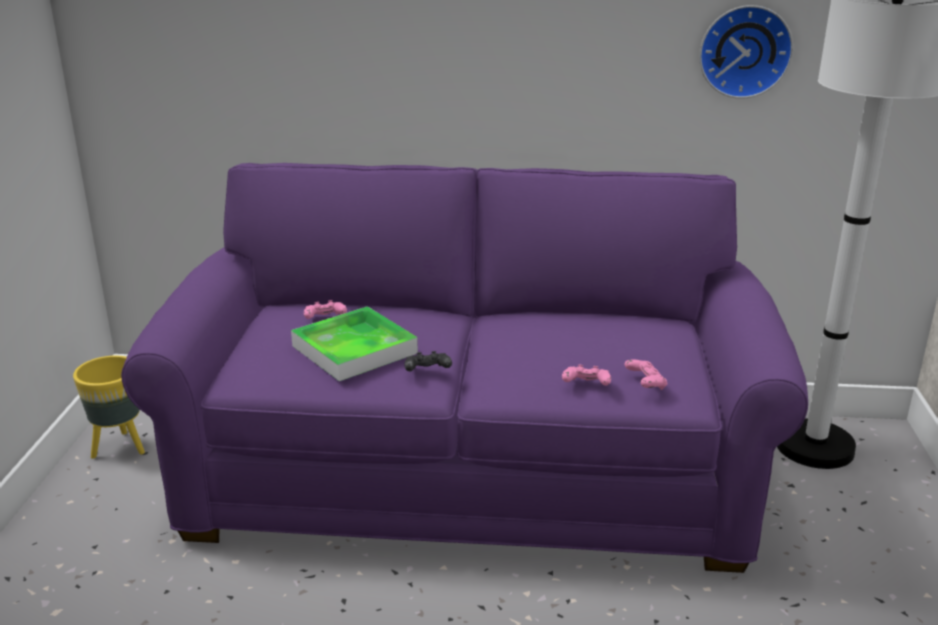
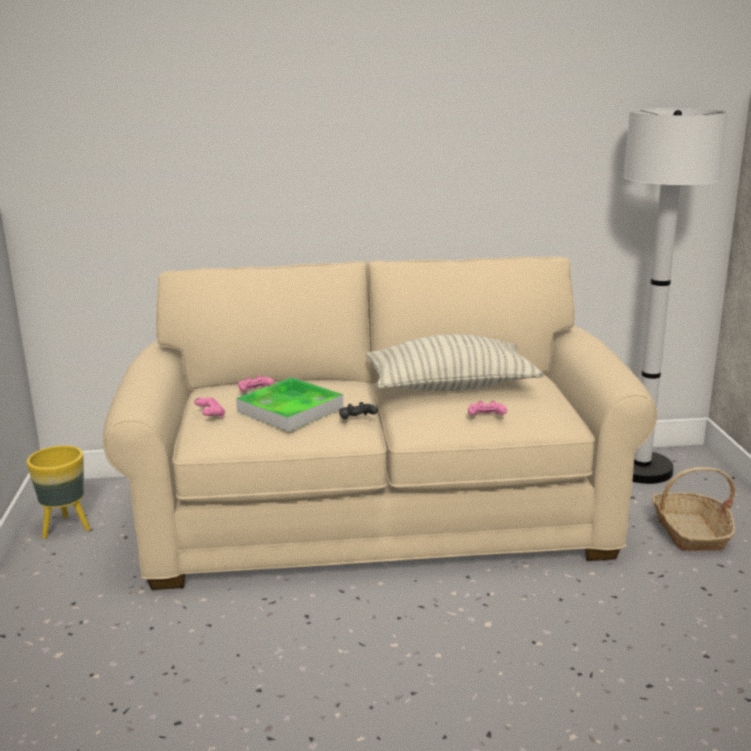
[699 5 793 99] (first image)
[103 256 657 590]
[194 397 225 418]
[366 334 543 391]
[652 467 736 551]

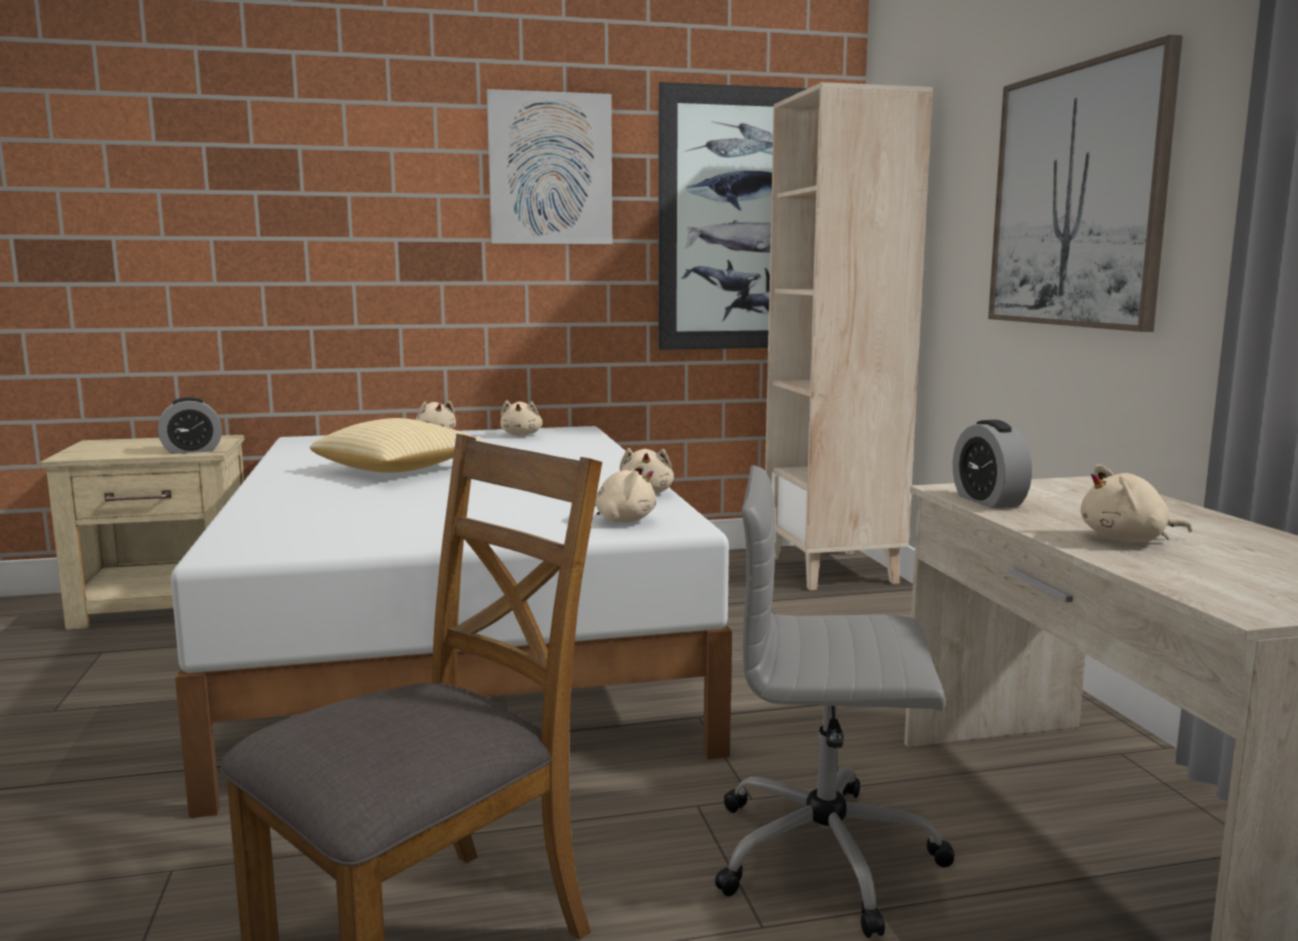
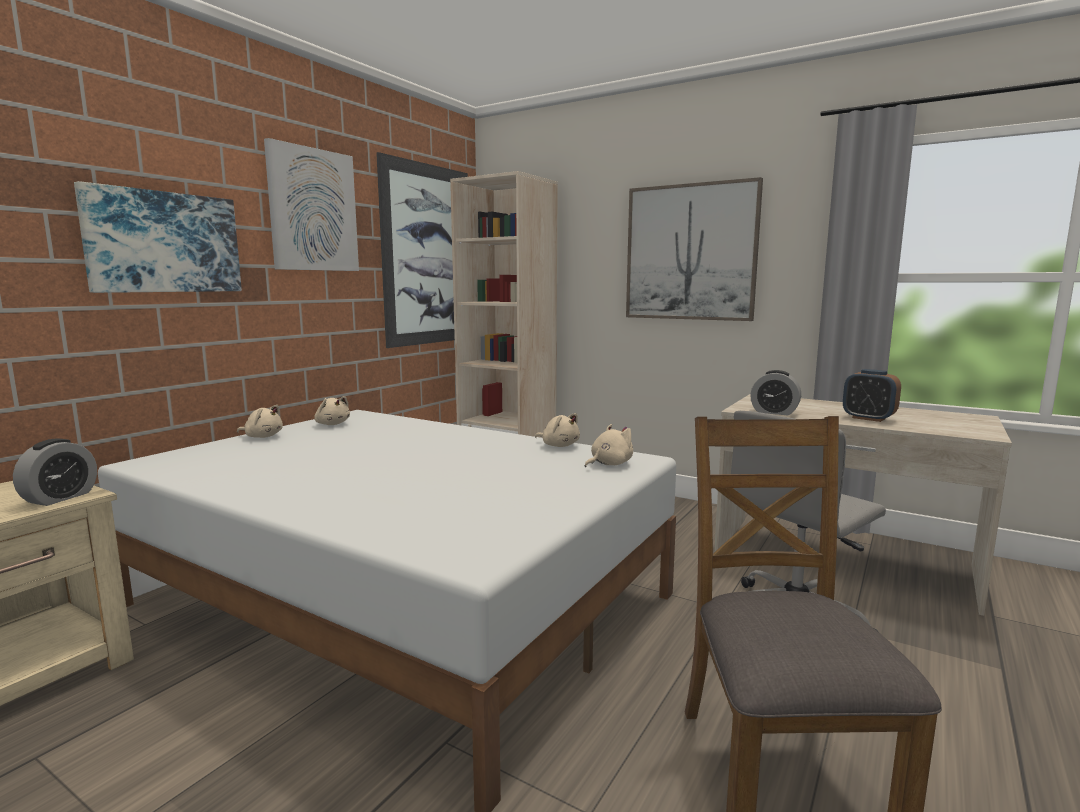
[310 418 484 473] (first image)
[843 369 901 422]
[74 181 242 293]

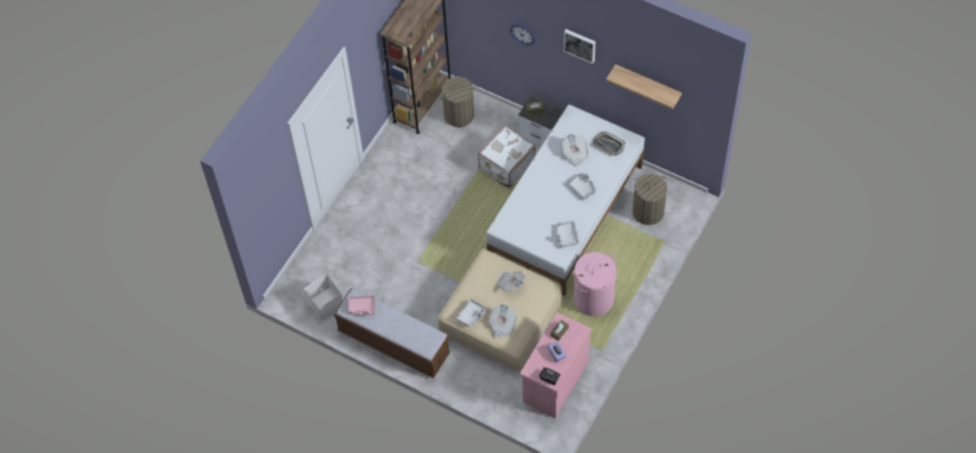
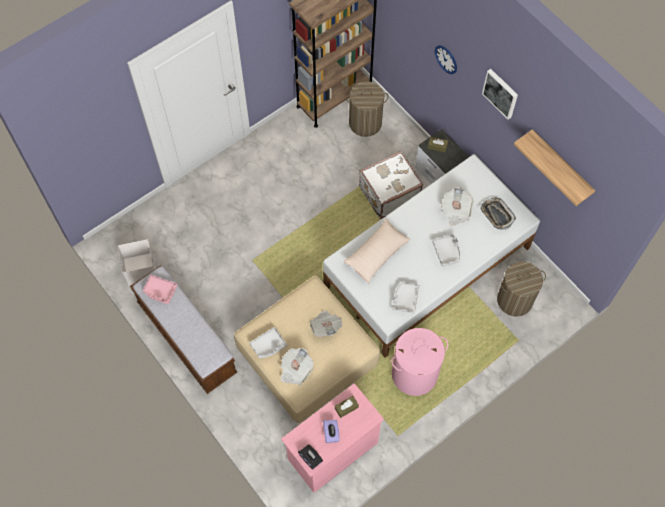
[344 218 411 283]

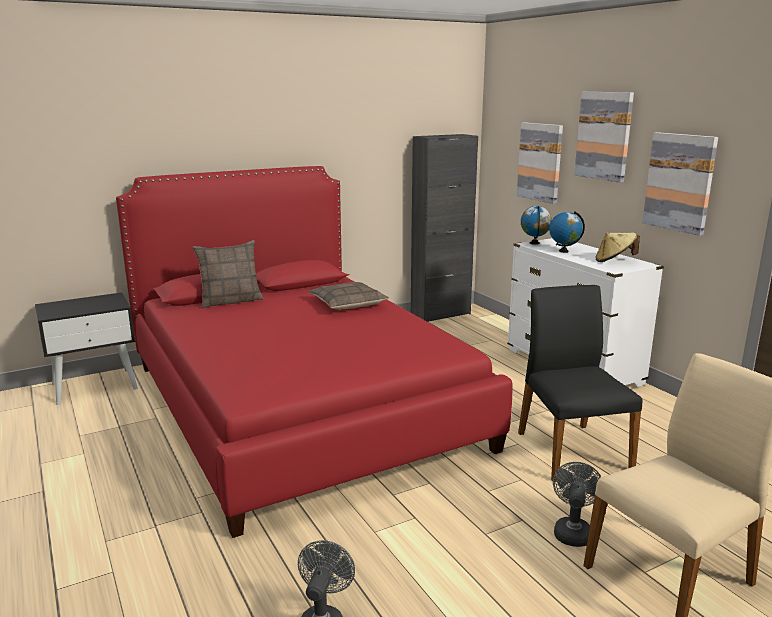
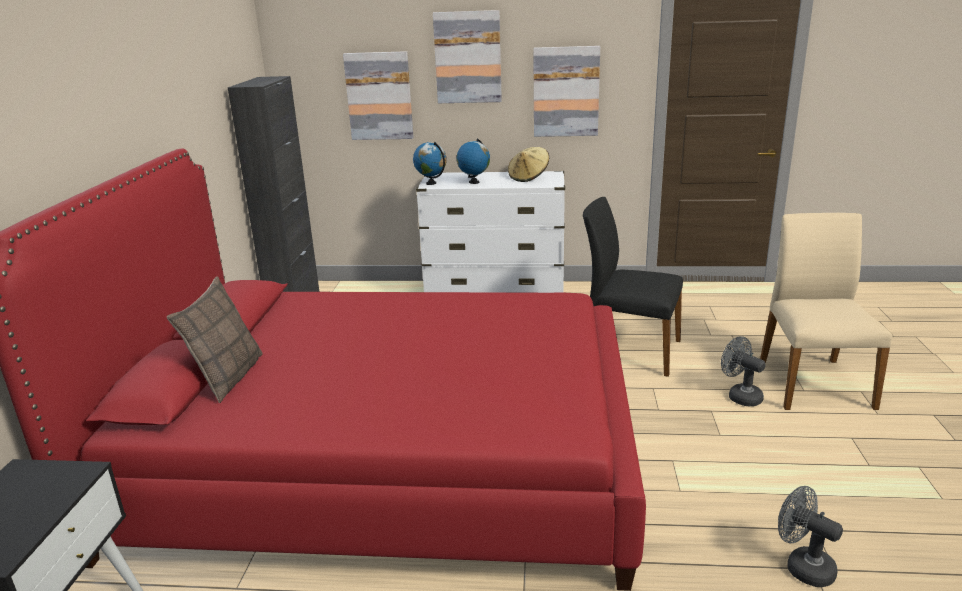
[308 282 389 310] (first image)

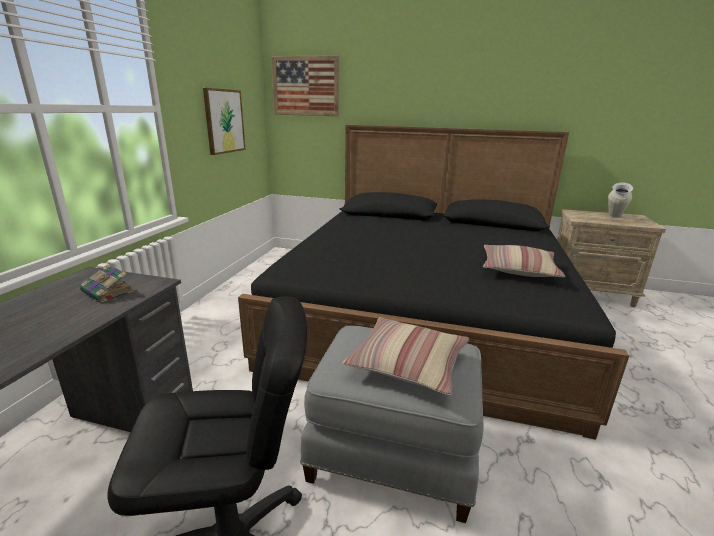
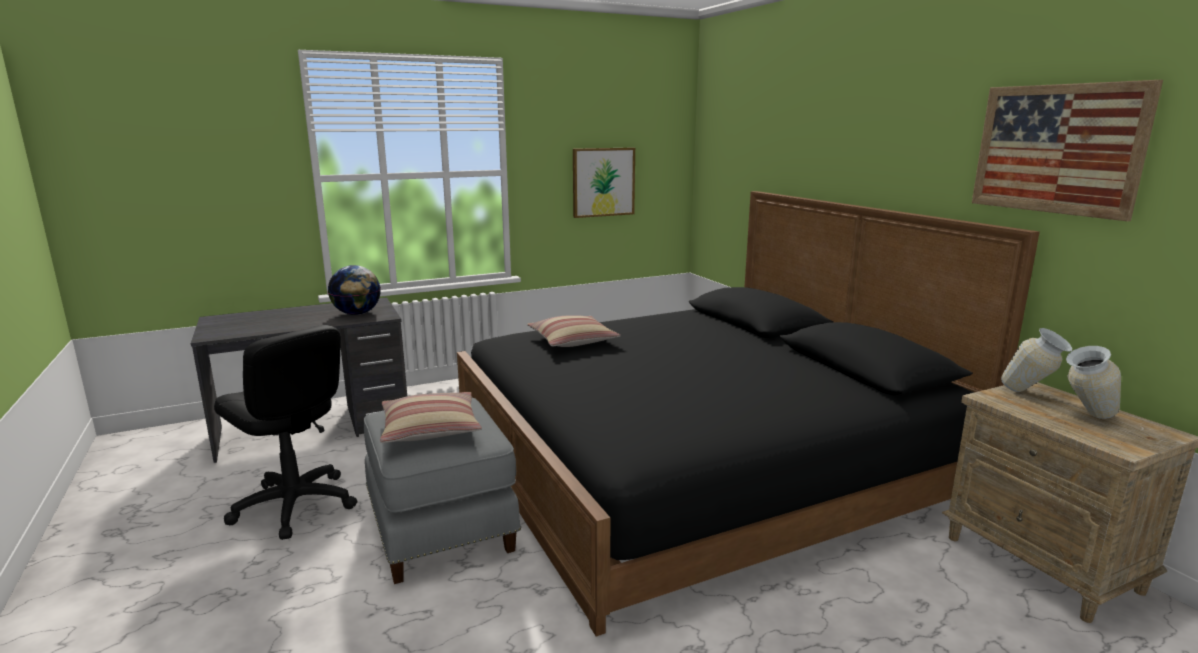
[972 80 1163 221]
[527 315 621 347]
[328 265 381 315]
[1001 328 1072 392]

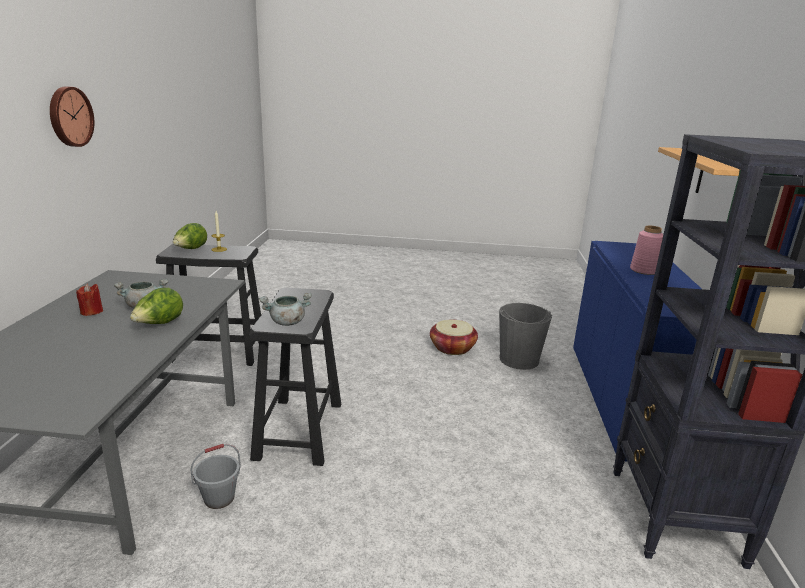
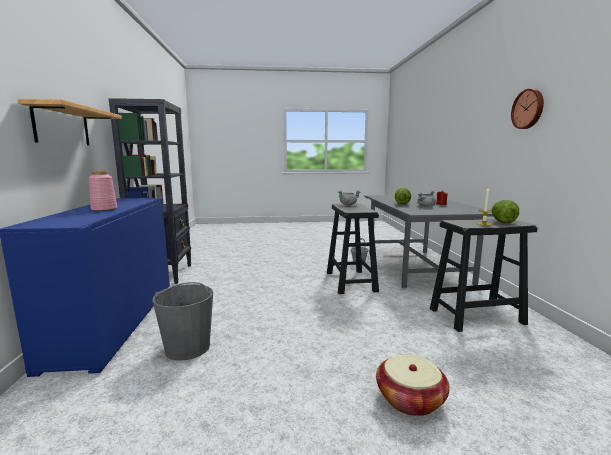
[376 354 450 416]

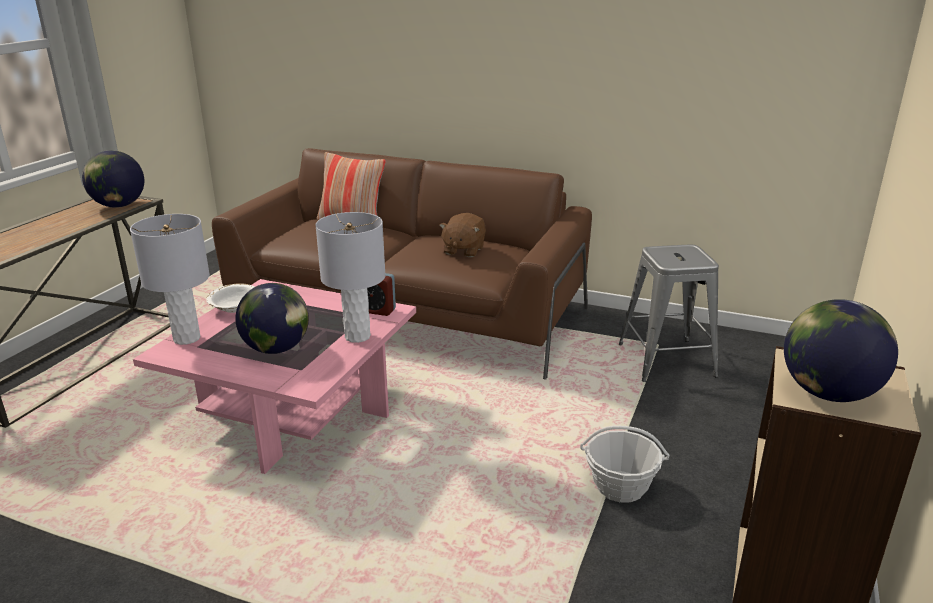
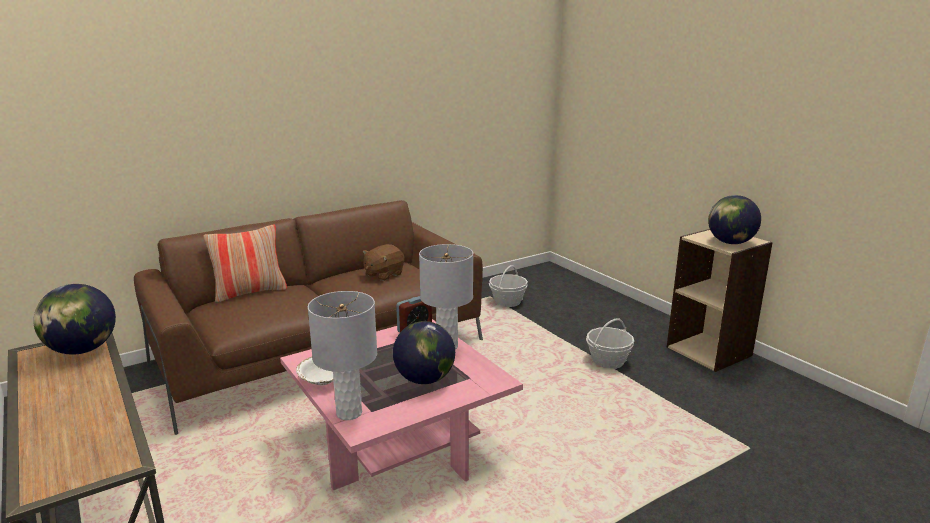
[363 244 404 281]
[489 265 528 307]

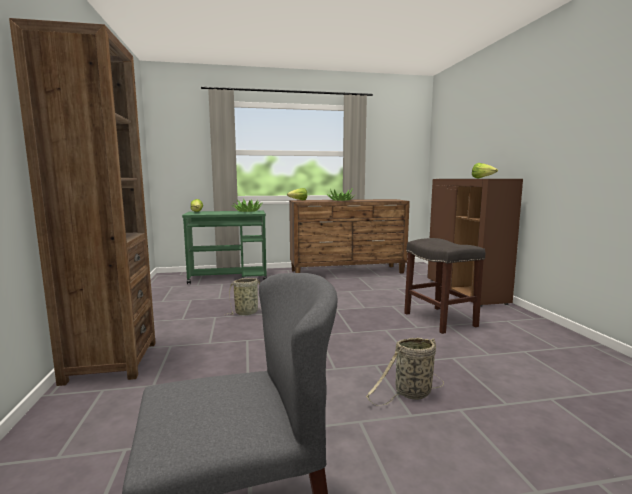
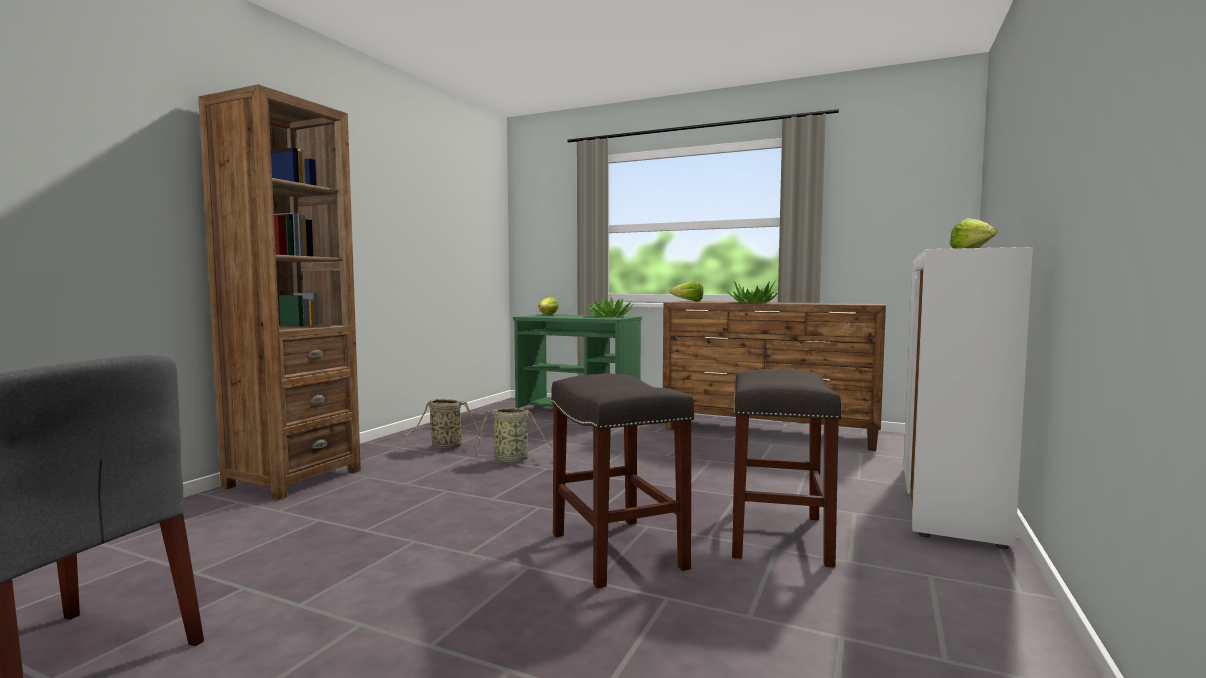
[903 247 1033 549]
[402 399 480 450]
[551 374 694 589]

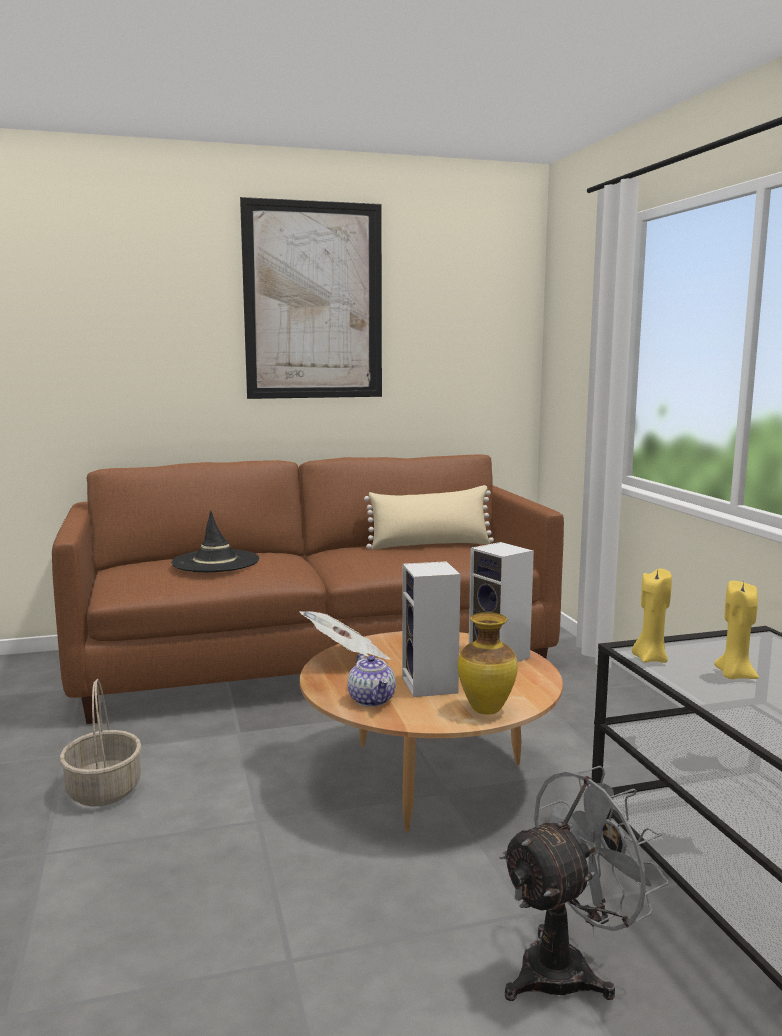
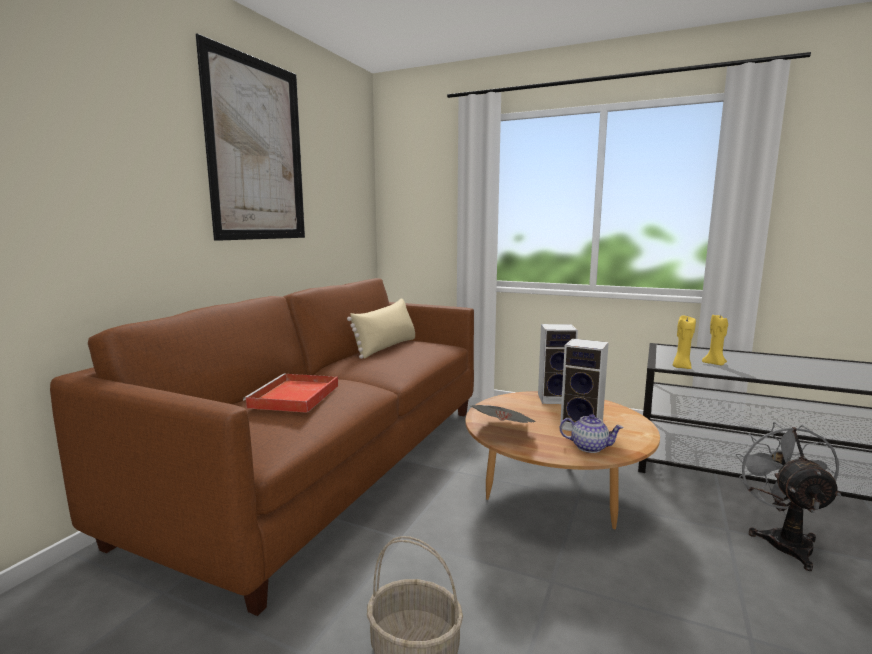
[243 373 338 413]
[458 612 518 715] (first image)

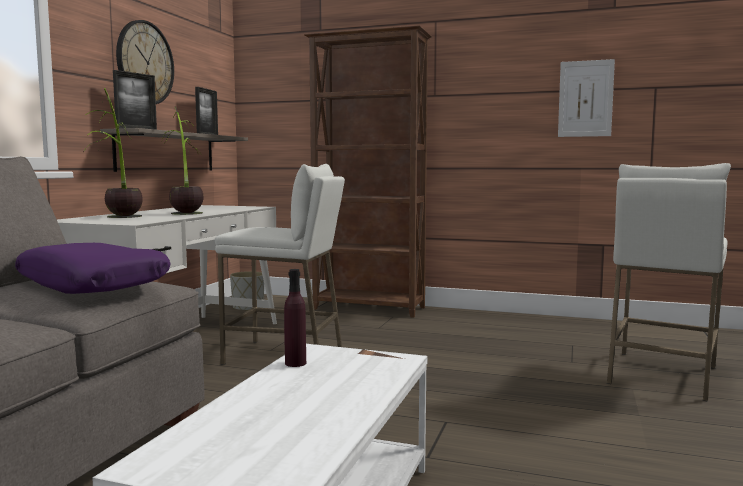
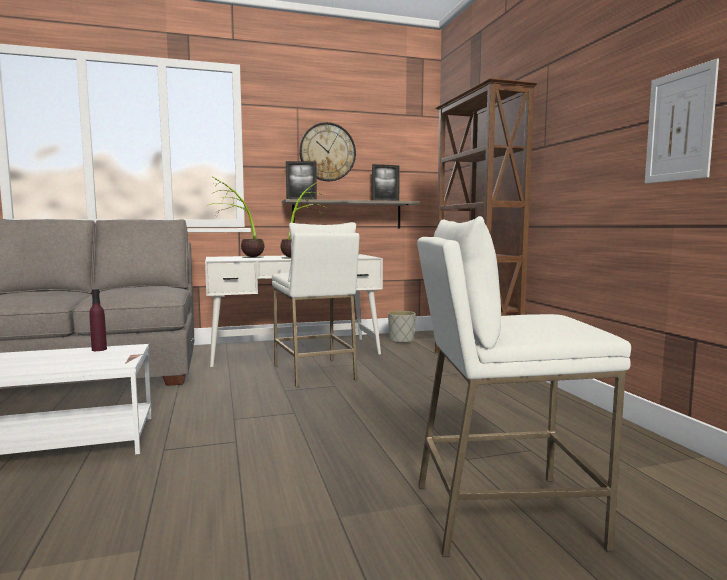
[15 243 171 294] (first image)

